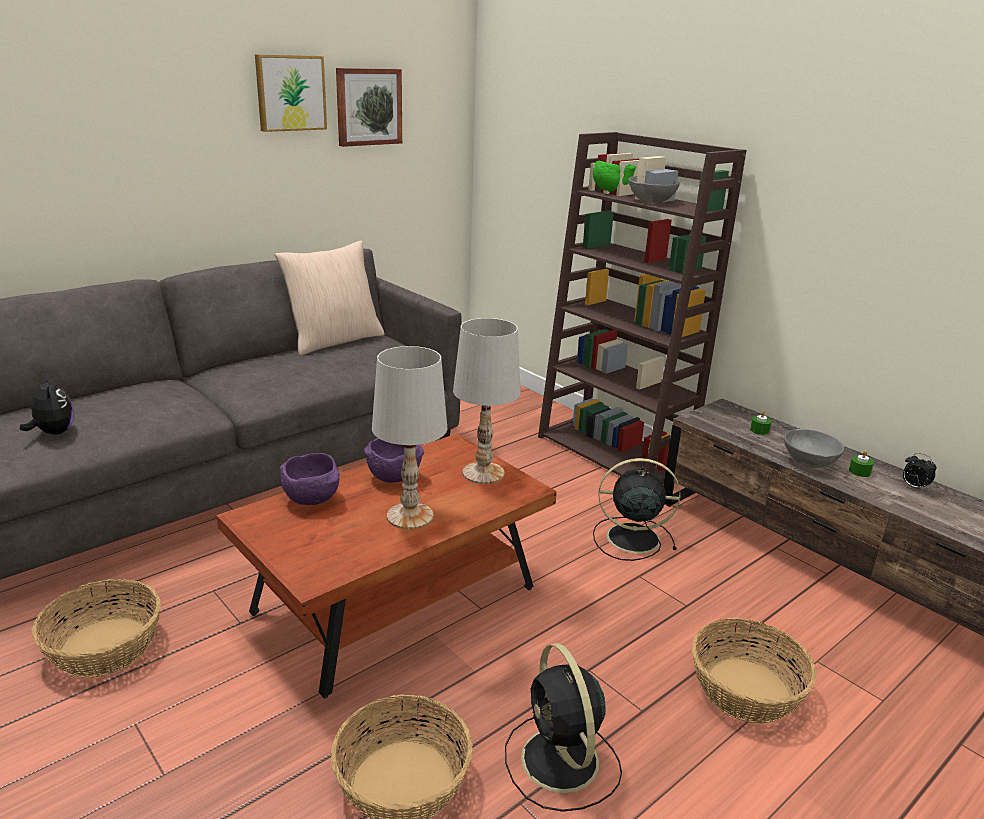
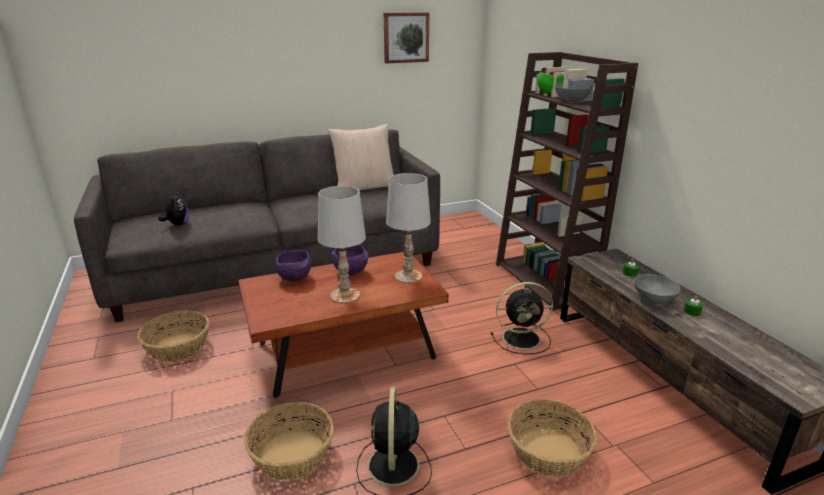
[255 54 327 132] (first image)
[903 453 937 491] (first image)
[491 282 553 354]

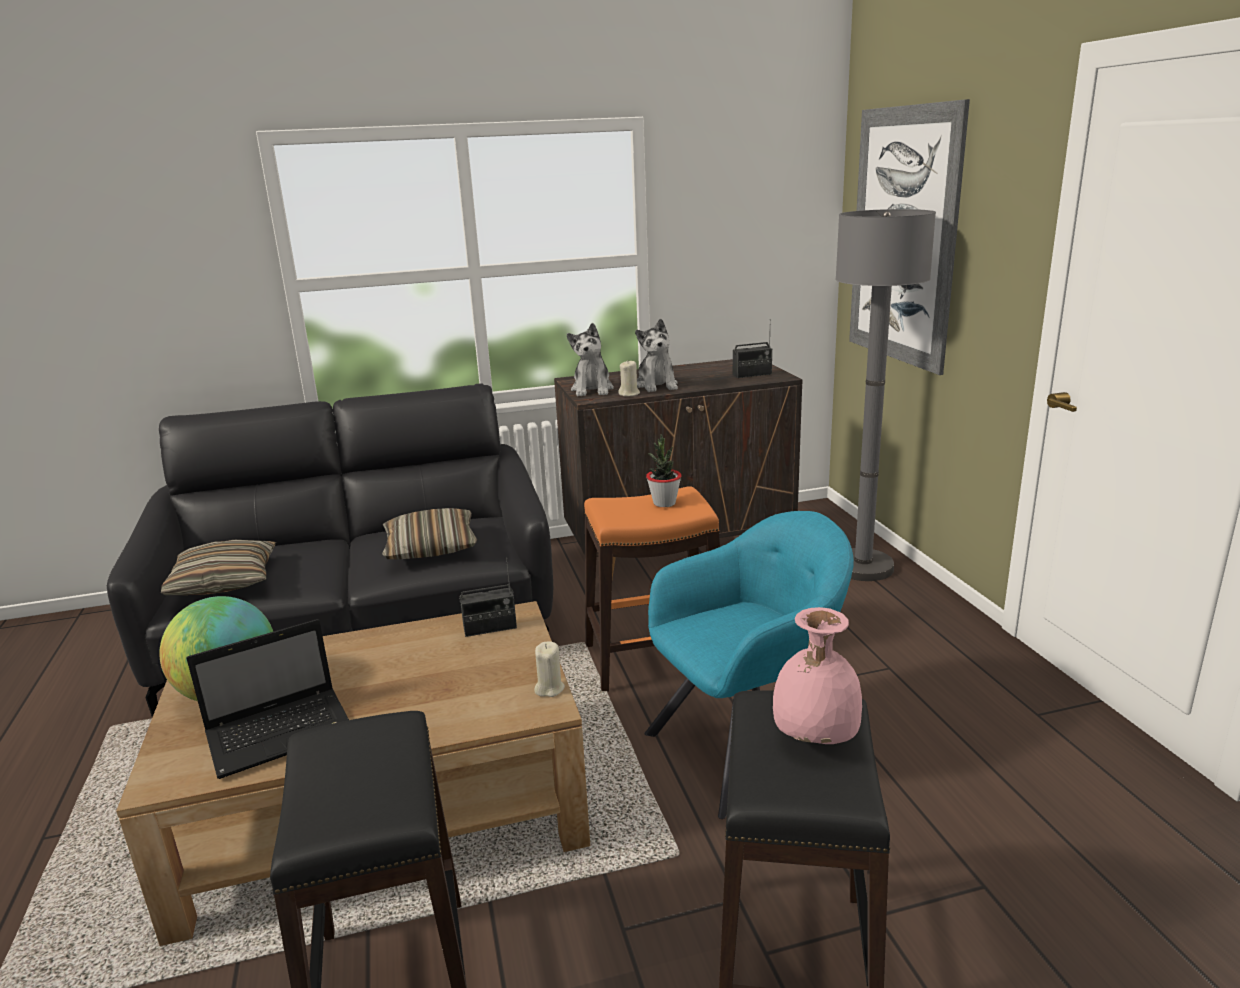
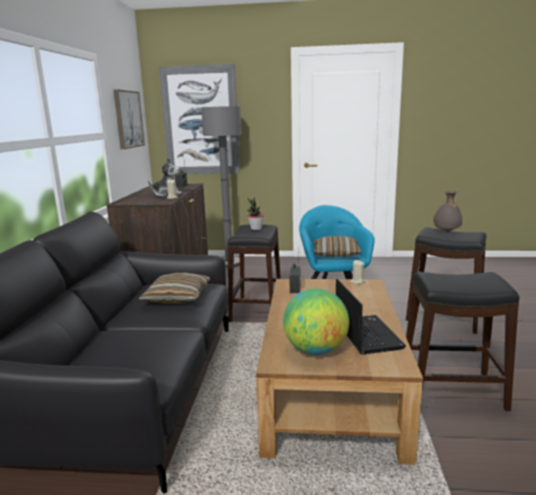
[567 323 614 396] (first image)
[228 224 281 322]
[313 236 362 257]
[433 190 462 233]
[114 89 145 149]

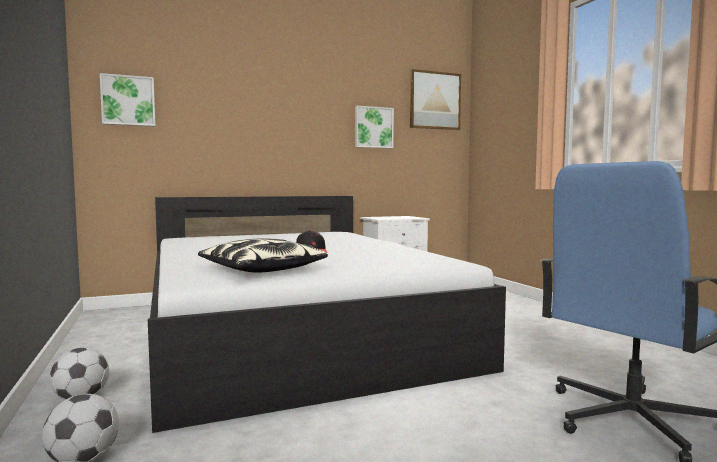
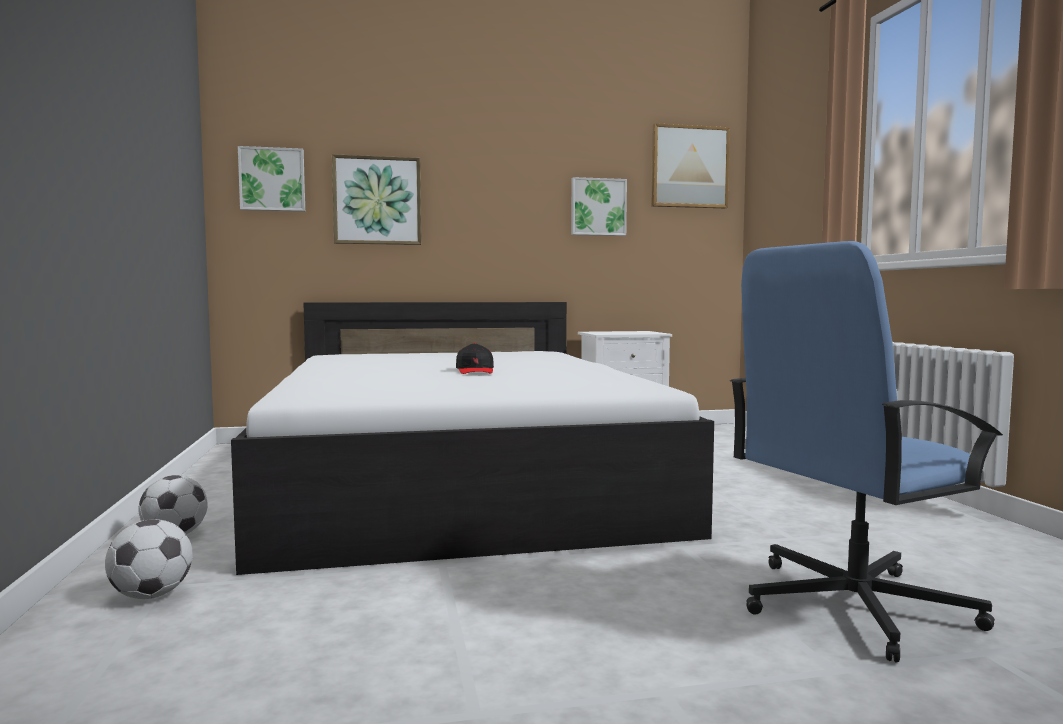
[198 238 328 273] (first image)
[332 154 421 245]

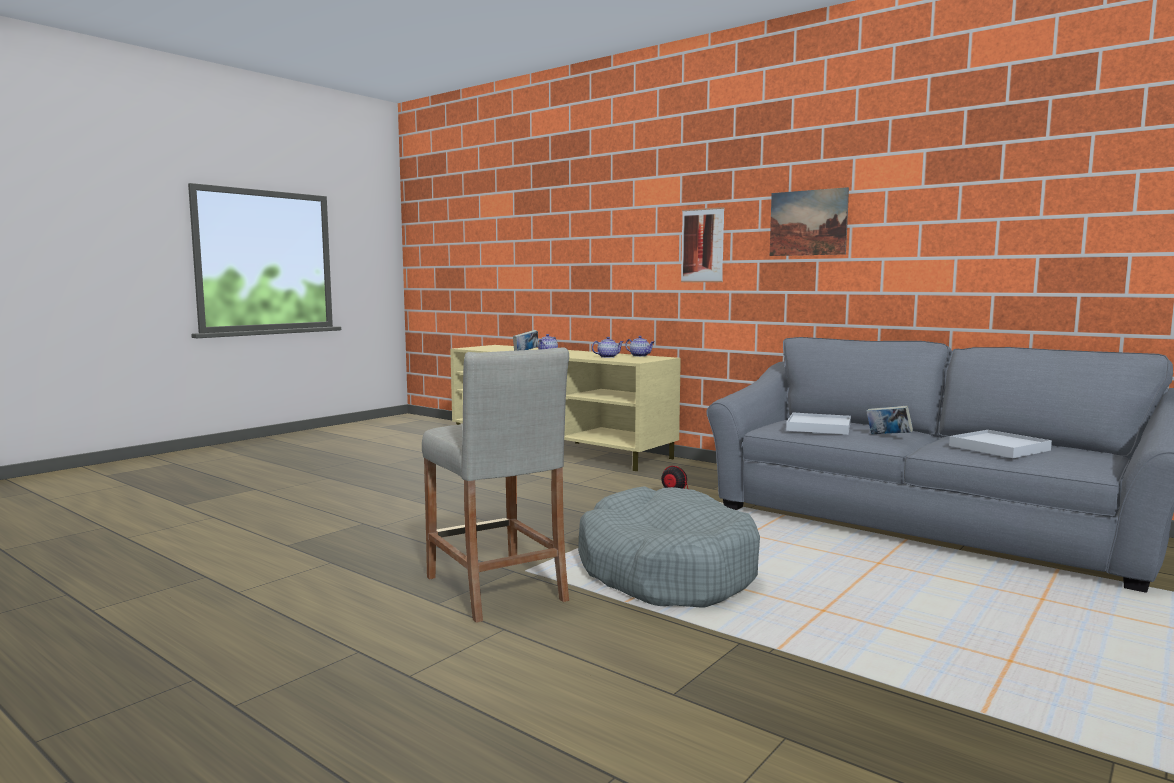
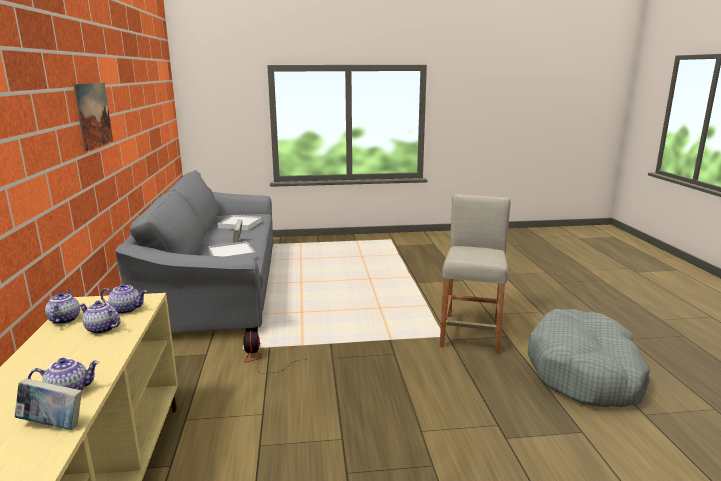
[681 207 725 282] (first image)
[528 309 650 407]
[100 283 147 314]

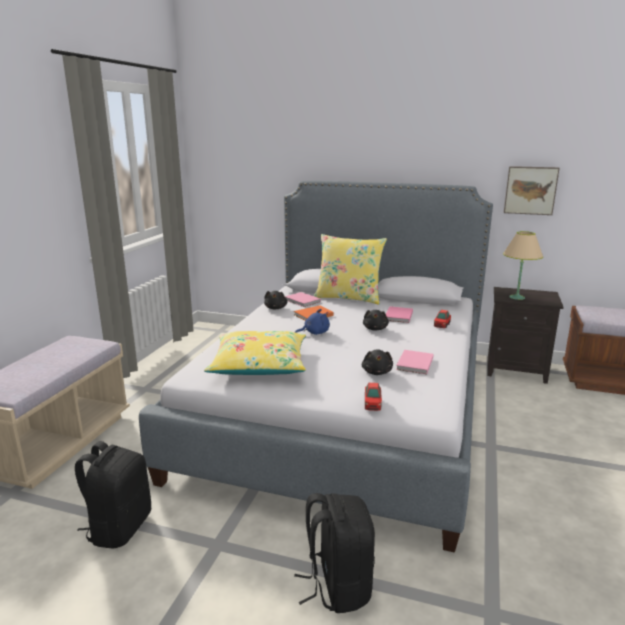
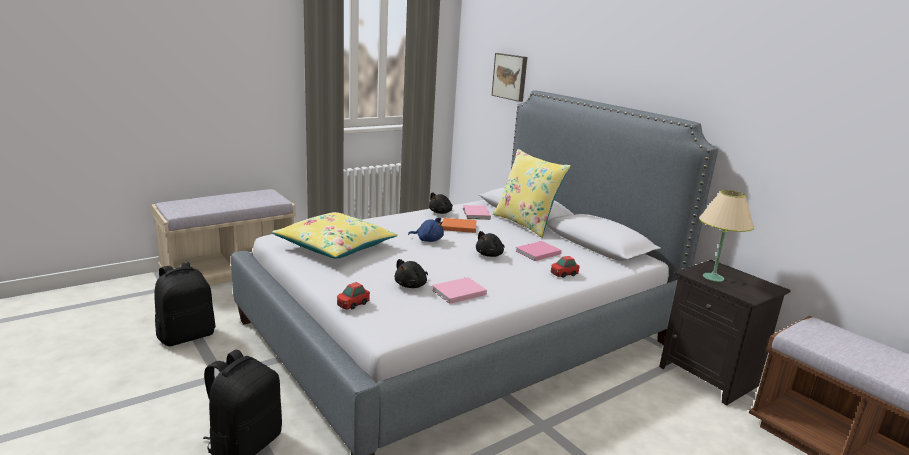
[492 53 527 102]

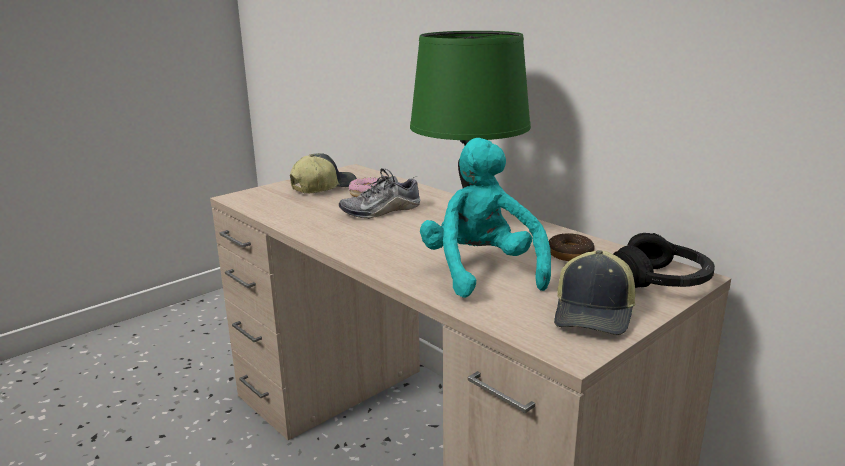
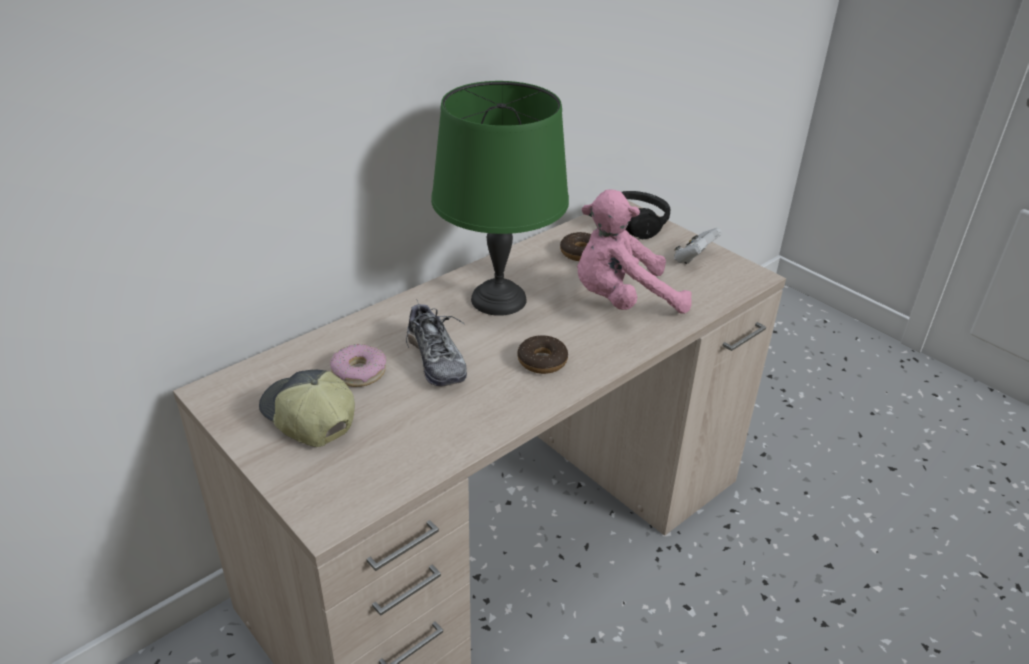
[577 189 692 314]
[674 228 722 264]
[518 335 568 374]

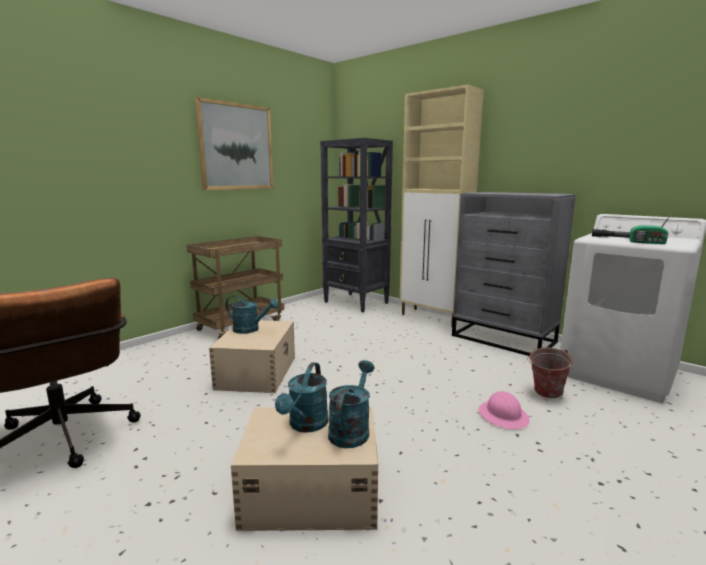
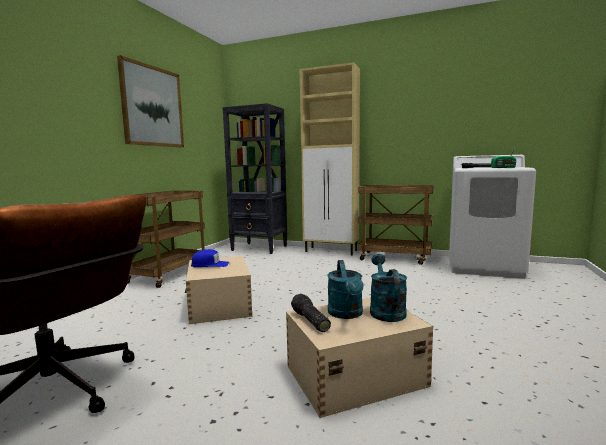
[358 185 434 265]
[191 249 229 267]
[527 348 573 398] (first image)
[479 391 530 429] (first image)
[291 294 331 332]

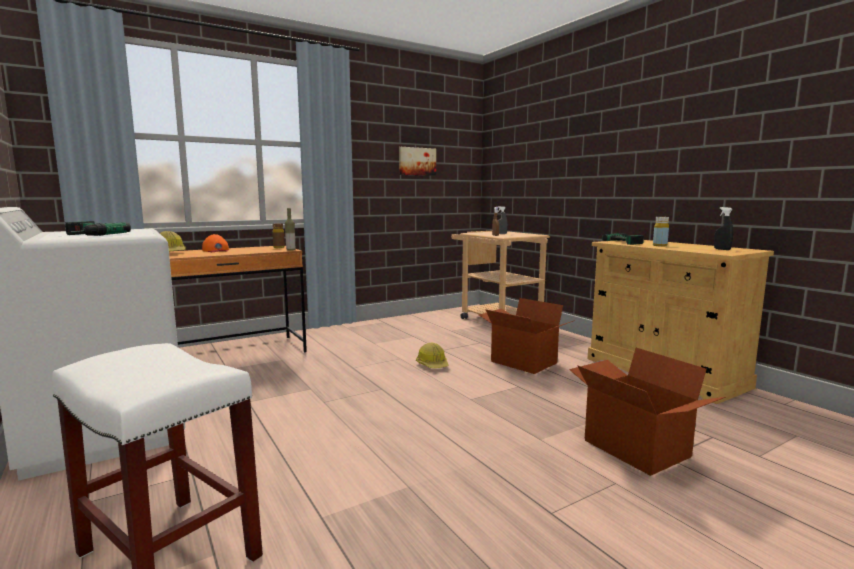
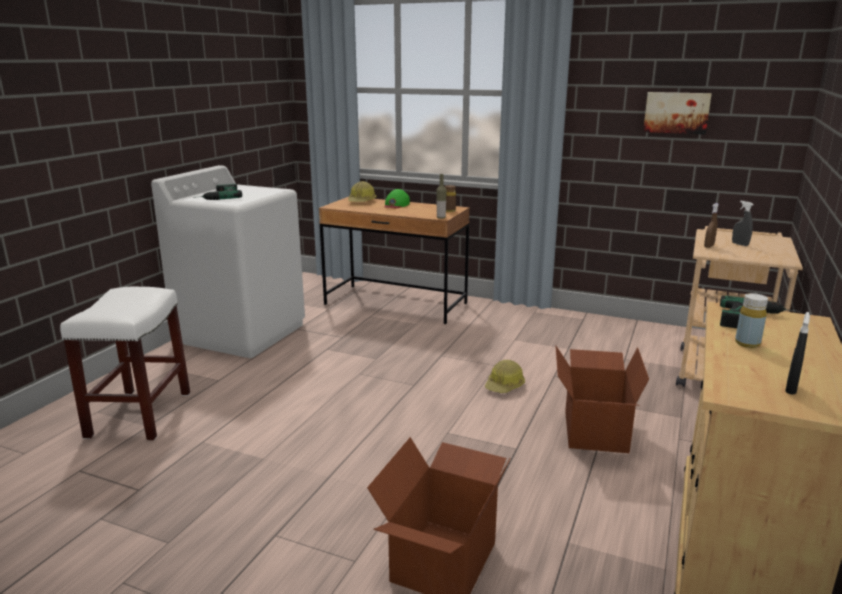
[384 189 410 208]

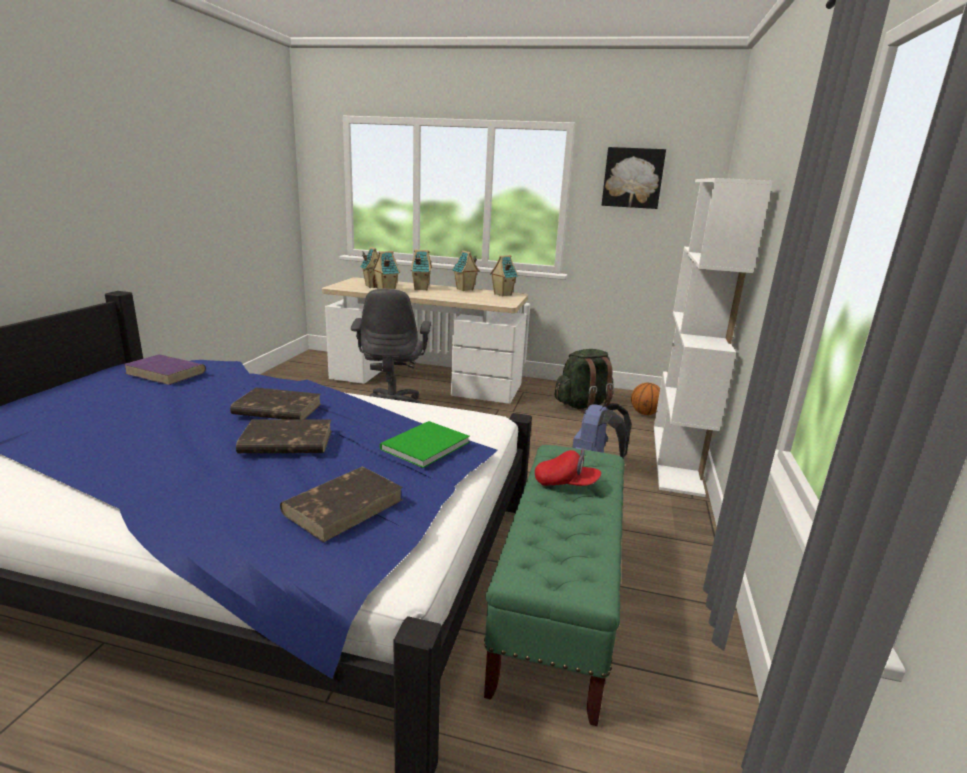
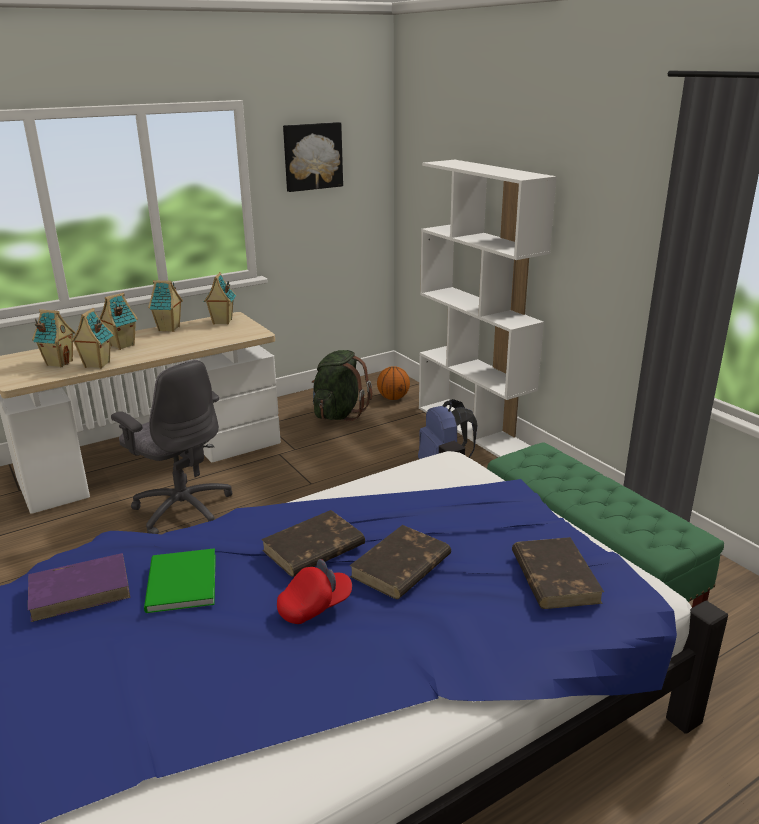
[144 548 216 613]
[277 559 352 624]

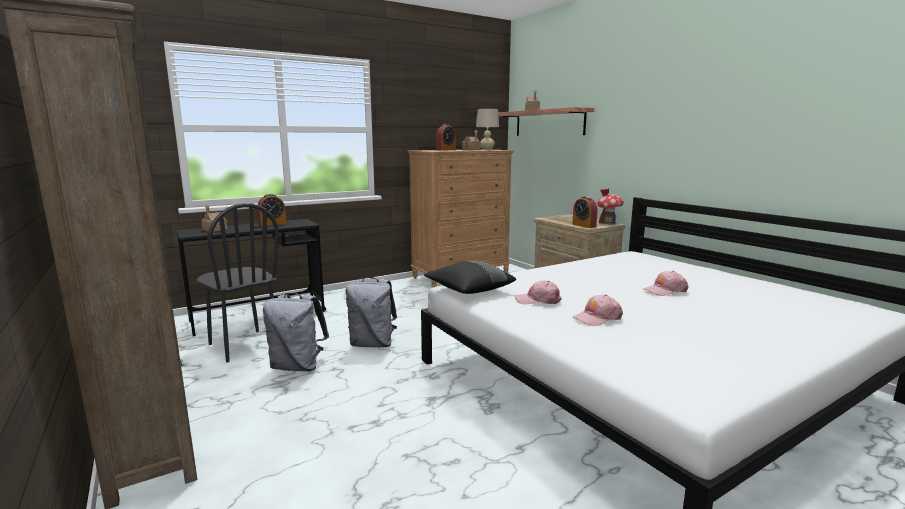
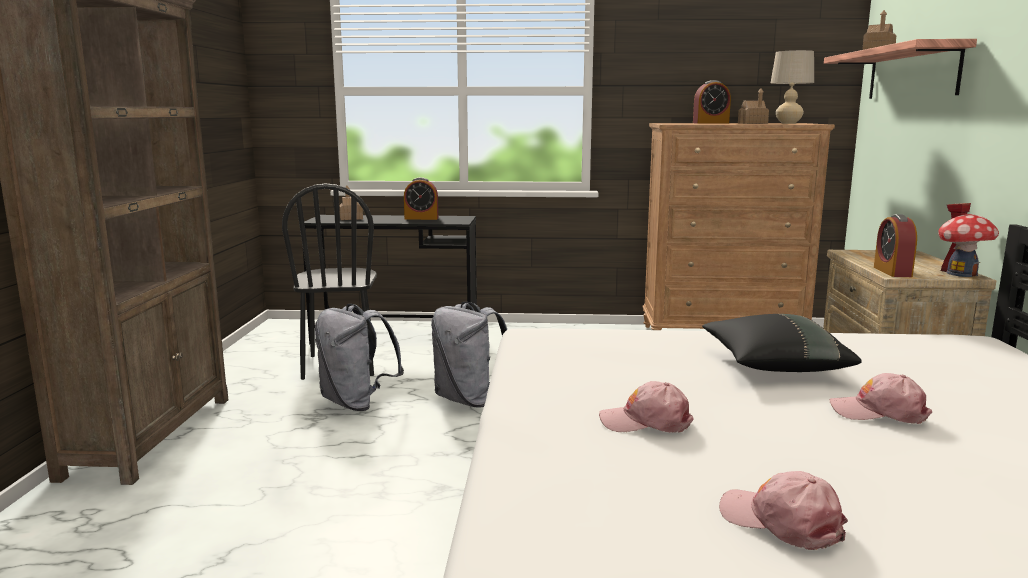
[702 314 862 372]
[719 471 848 550]

